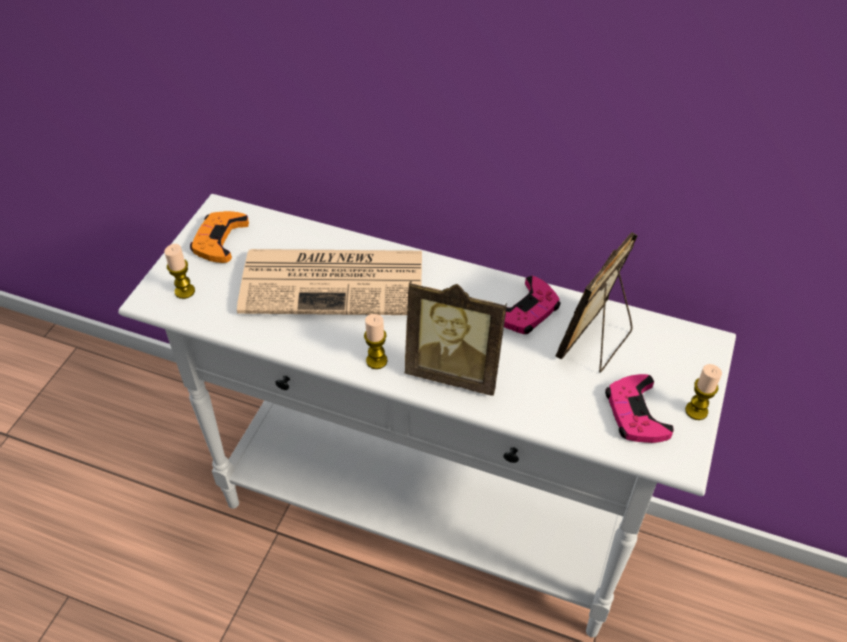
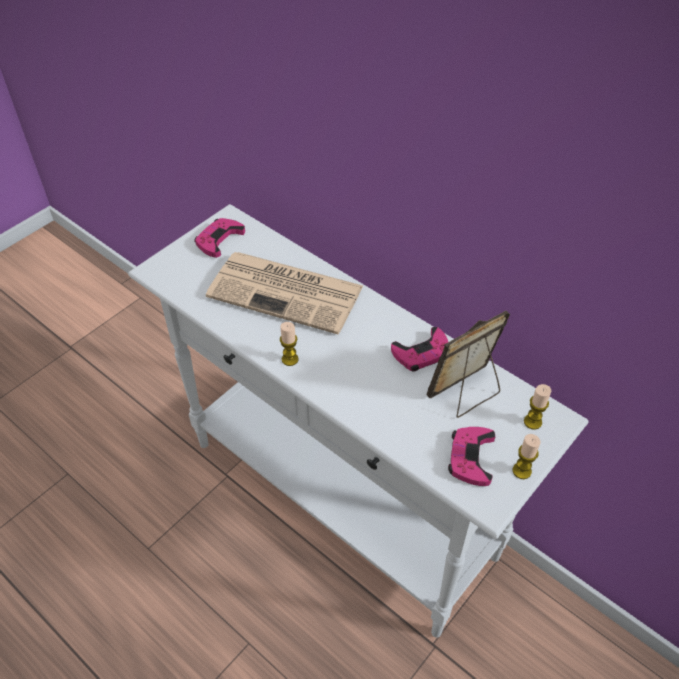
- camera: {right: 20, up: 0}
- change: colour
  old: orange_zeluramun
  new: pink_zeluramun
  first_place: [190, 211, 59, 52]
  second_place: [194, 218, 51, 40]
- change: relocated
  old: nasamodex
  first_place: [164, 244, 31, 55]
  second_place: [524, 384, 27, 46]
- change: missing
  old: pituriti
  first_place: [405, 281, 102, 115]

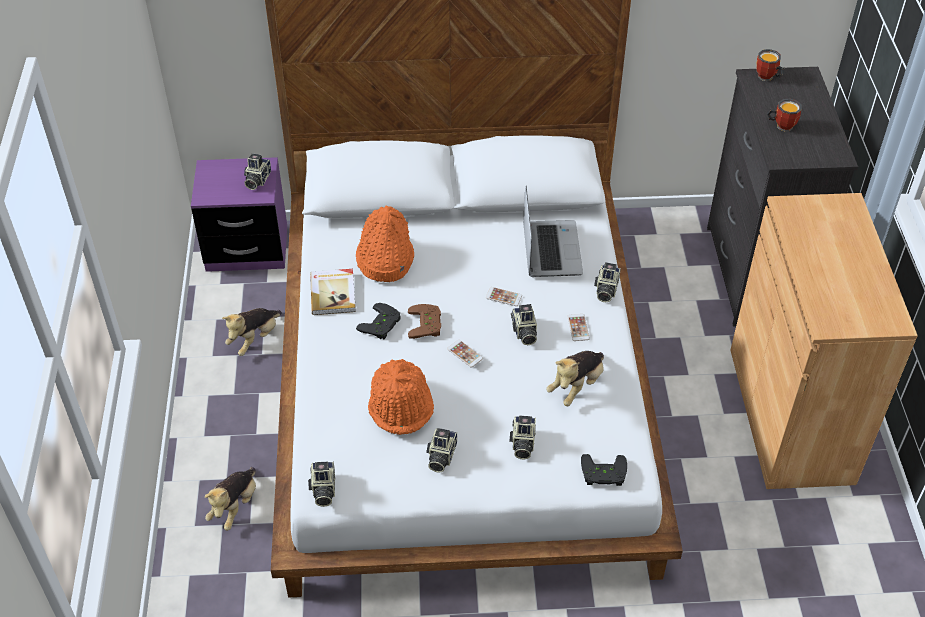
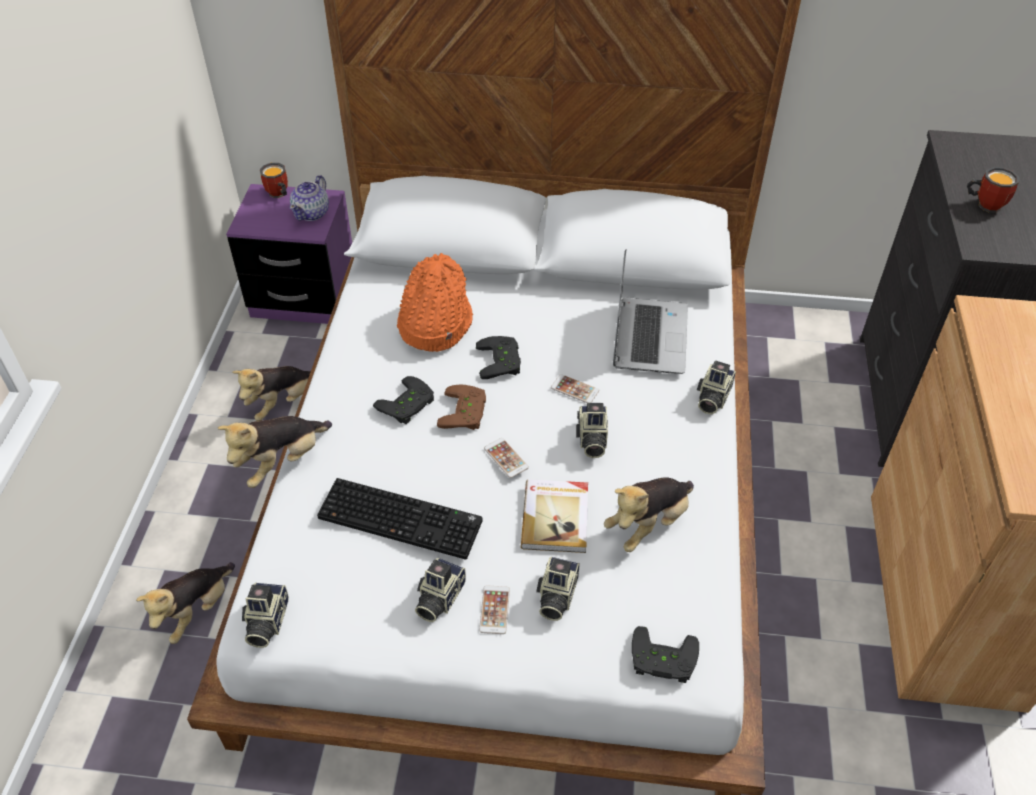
- camera: {right: 10, up: 0}
- change: appeared
  new: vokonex
  second_place: [218, 416, 114, 72]
- change: relocated
  old: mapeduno
  first_place: [756, 49, 29, 32]
  second_place: [260, 163, 28, 35]
- change: exchanged
  old: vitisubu
  new: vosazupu
  first_place: [244, 153, 27, 37]
  second_place: [290, 175, 39, 46]
- change: exchanged
  old: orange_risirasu
  new: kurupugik
  first_place: [368, 359, 66, 76]
  second_place: [317, 478, 166, 82]
- change: appeared
  new: black_zeluramun
  second_place: [476, 336, 45, 43]
- change: relocated
  old: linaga
  first_place: [567, 314, 23, 27]
  second_place: [479, 585, 31, 49]
- change: relocated
  old: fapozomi
  first_place: [310, 269, 46, 46]
  second_place: [521, 479, 67, 74]

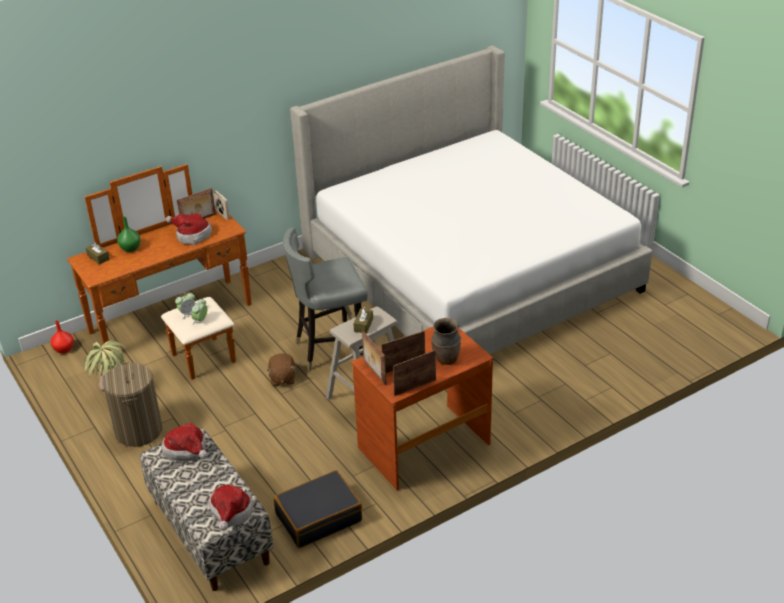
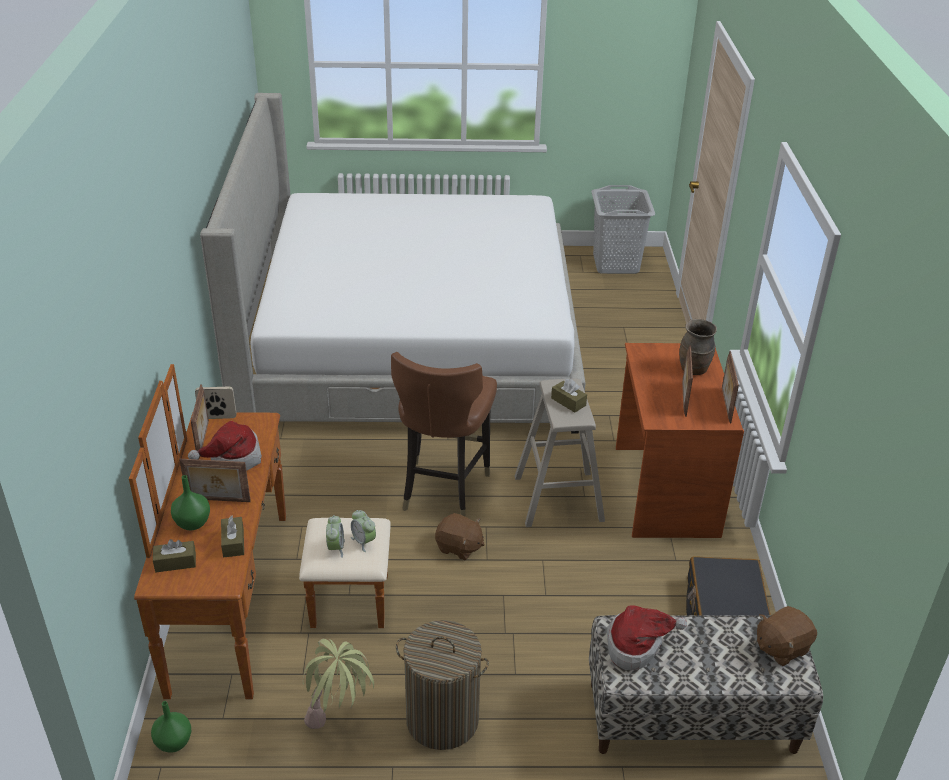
- camera: {right: -60, up: 0}
- change: colour
  old: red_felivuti
  new: green_felivuti
  first_place: [51, 320, 23, 34]
  second_place: [151, 701, 40, 52]
- change: relocated
  old: pituriti
  first_place: [362, 330, 24, 55]
  second_place: [179, 459, 72, 43]
- change: appeared
  new: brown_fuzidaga
  second_place: [221, 516, 23, 41]
- change: colour
  old: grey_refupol
  new: brown_refupol
  first_place: [283, 227, 85, 144]
  second_place: [391, 352, 106, 165]
- change: appeared
  new: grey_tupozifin
  second_place: [591, 185, 64, 89]
- change: exchanged
  old: risirasu
  new: brown_vokonex
  first_place: [209, 485, 44, 45]
  second_place: [757, 606, 60, 60]

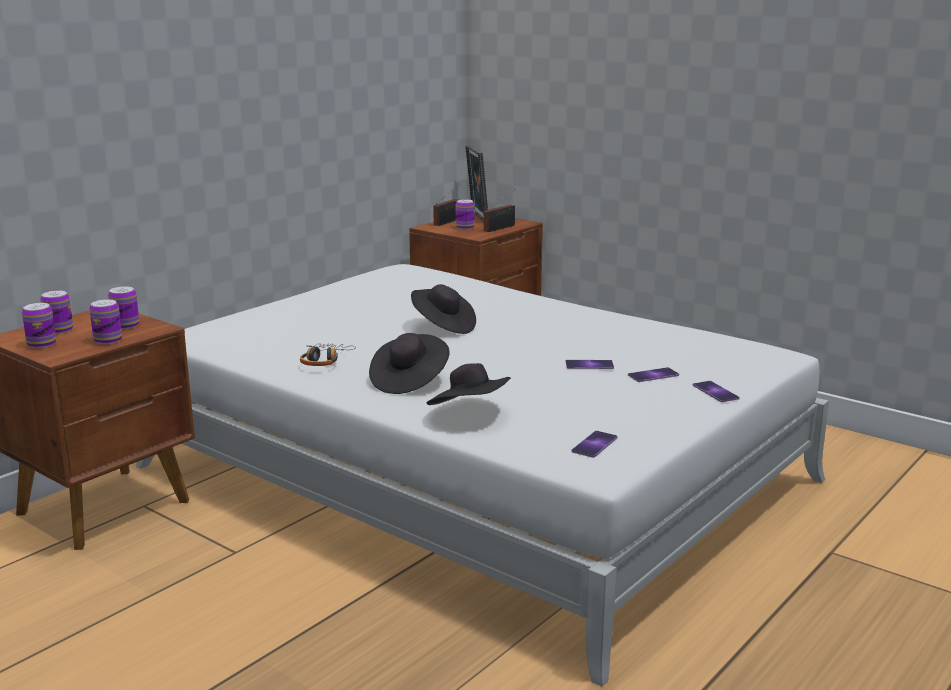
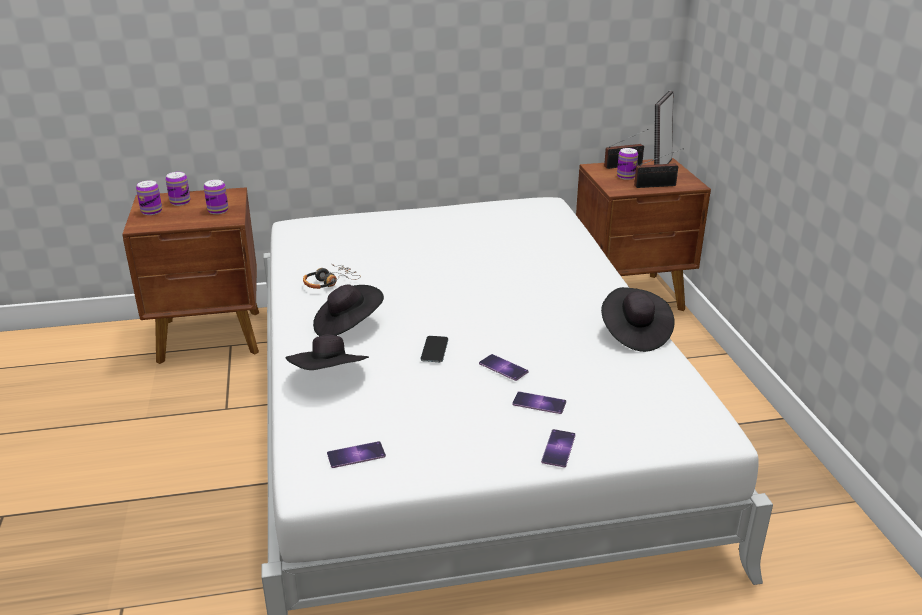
- camera: {right: 40, up: 10}
- change: appeared
  new: linaga
  second_place: [421, 336, 27, 26]
- change: relocated
  old: black_risirasu
  first_place: [411, 284, 65, 50]
  second_place: [601, 287, 74, 65]
- change: missing
  old: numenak
  first_place: [89, 299, 33, 45]

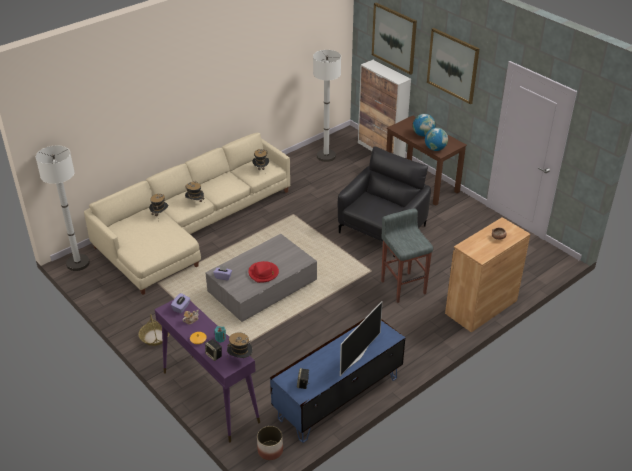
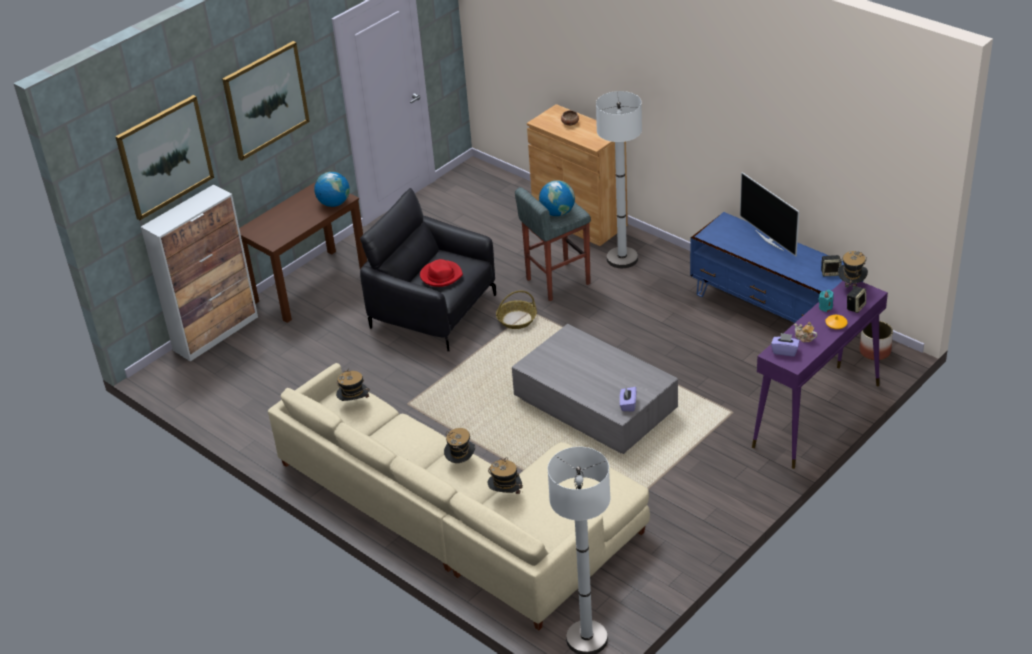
- camera: {right: -95, up: 0}
- change: relocated
  old: red_risirasu
  first_place: [249, 261, 30, 22]
  second_place: [420, 259, 43, 28]
- change: relocated
  old: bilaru
  first_place: [138, 314, 32, 32]
  second_place: [496, 290, 41, 39]
- change: relocated
  old: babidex
  first_place: [413, 114, 22, 23]
  second_place: [539, 180, 36, 36]
- change: relocated
  old: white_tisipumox
  first_place: [313, 50, 28, 112]
  second_place: [596, 91, 46, 177]
- change: spun
  old: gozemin
  first_place: [340, 301, 42, 75]
  second_place: [740, 172, 59, 84]
  degrees: -150

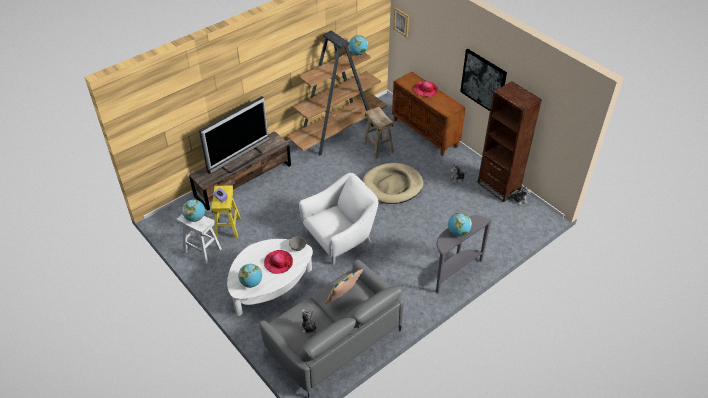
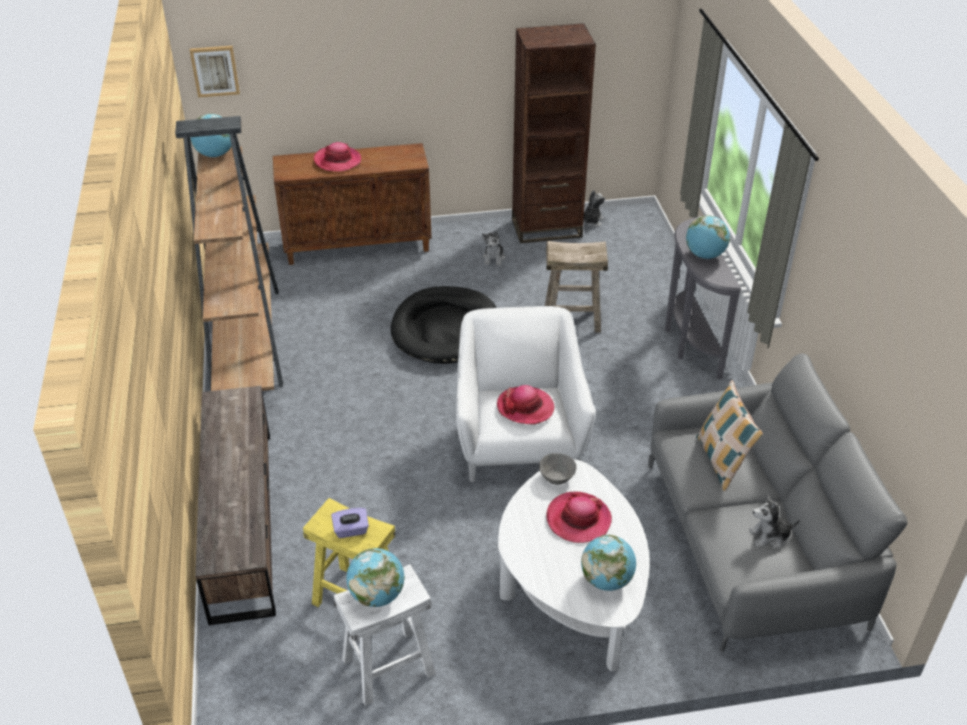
- camera: {right: -60, up: -5}
- change: colour
  old: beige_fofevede
  new: black_fofevede
  first_place: [363, 163, 60, 41]
  second_place: [391, 286, 105, 78]
- change: appeared
  new: risirasu
  second_place: [497, 385, 57, 40]
- change: relocated
  old: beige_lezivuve
  first_place: [363, 107, 31, 52]
  second_place: [545, 241, 63, 92]
- change: missing
  old: gozemin
  first_place: [199, 96, 71, 78]
- change: missing
  old: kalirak
  first_place: [460, 49, 47, 62]

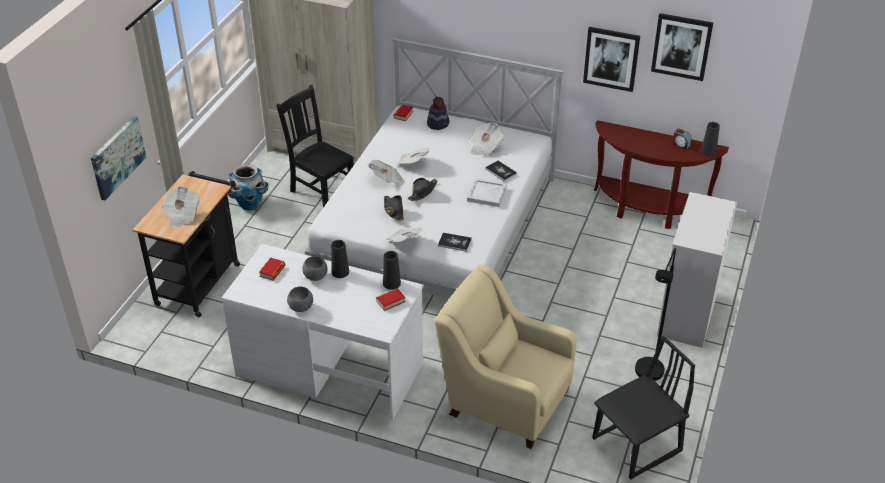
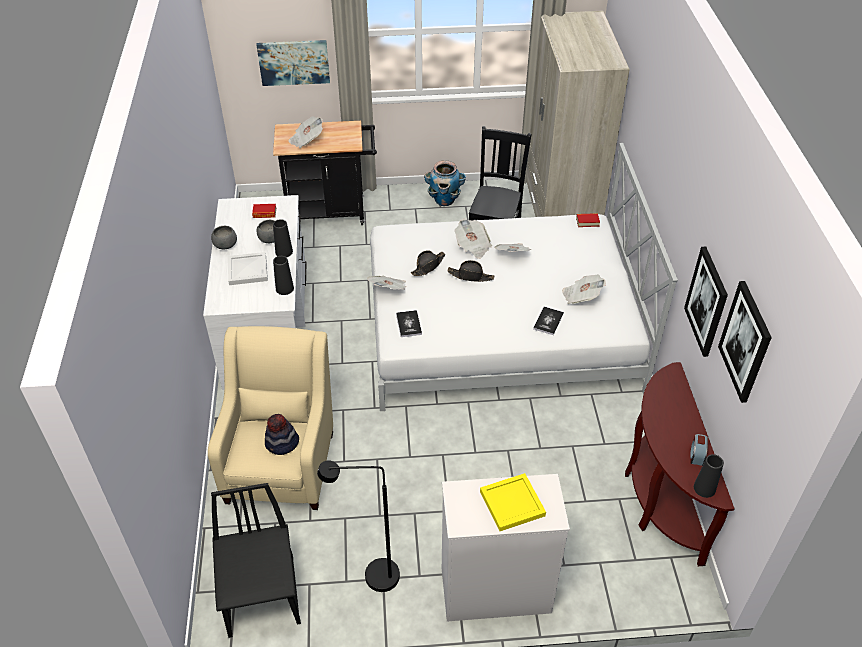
- camera: {right: 65, up: 5}
- change: spun
  old: black_refupol
  first_place: [592, 336, 103, 144]
  second_place: [211, 483, 90, 155]
  degrees: -135
- change: relocated
  old: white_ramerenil
  first_place: [467, 178, 40, 29]
  second_place: [228, 252, 40, 33]
- change: relocated
  old: risirasu
  first_place: [427, 96, 22, 34]
  second_place: [265, 414, 34, 41]
- change: appeared
  new: yellow_ramerenil
  second_place: [480, 473, 66, 58]
- change: missing
  old: fapozomi
  first_place: [376, 288, 29, 23]

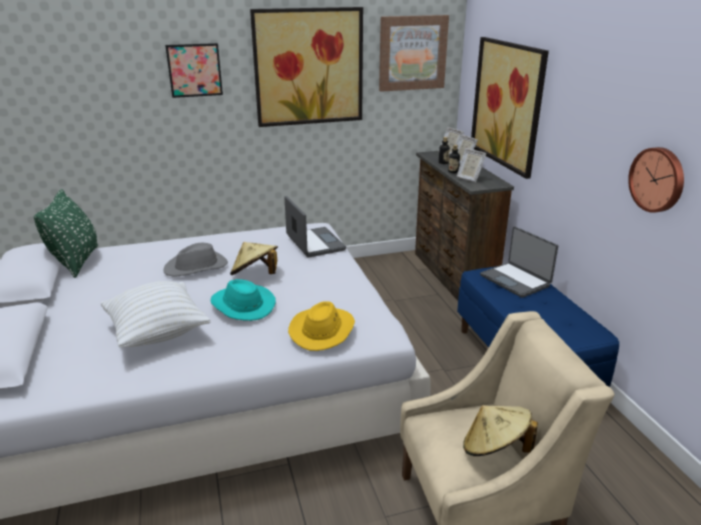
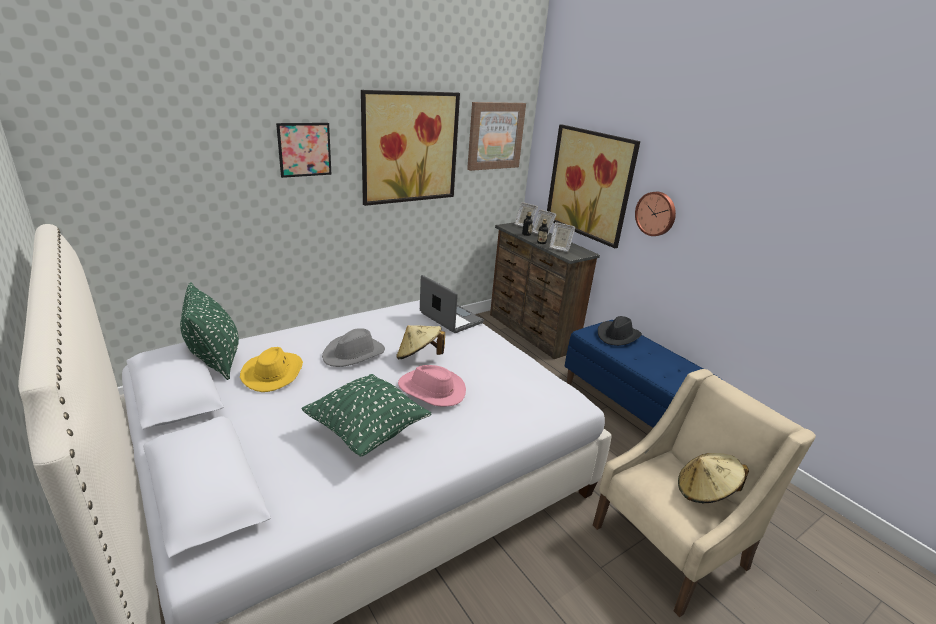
- camera: {right: -20, up: 0}
- change: relocated
  old: yellow_risirasu
  first_place: [288, 302, 67, 49]
  second_place: [240, 347, 63, 45]
- change: colour
  old: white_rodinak
  new: green_rodinak
  first_place: [101, 281, 110, 67]
  second_place: [301, 374, 130, 82]
- change: colour
  old: turquoise_risirasu
  new: pink_risirasu
  first_place: [211, 279, 65, 42]
  second_place: [398, 365, 68, 41]
- change: exchanged
  old: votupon
  new: black_risirasu
  first_place: [480, 226, 78, 72]
  second_place: [598, 316, 44, 30]
- change: relocated
  old: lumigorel
  first_place: [628, 147, 56, 66]
  second_place: [635, 192, 41, 44]

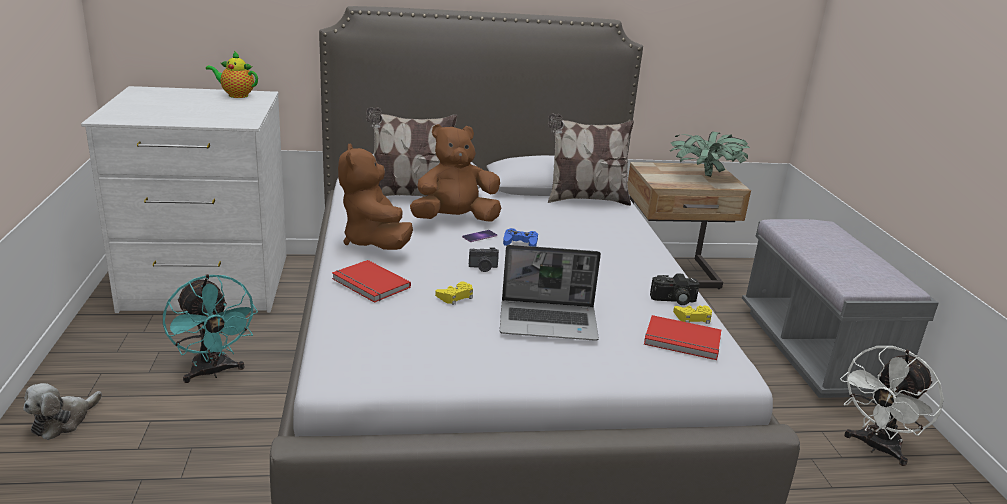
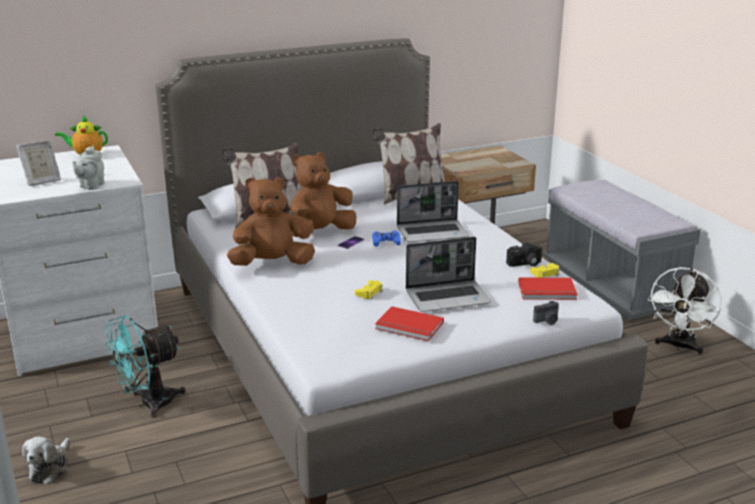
- camera: {right: -15, up: 0}
- change: appeared
  new: pituriti
  second_place: [16, 140, 45, 46]
- change: appeared
  new: grey_vosazupu
  second_place: [72, 146, 32, 44]
- change: spun
  old: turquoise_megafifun
  first_place: [163, 274, 95, 109]
  second_place: [104, 315, 82, 103]
  degrees: 105
- change: spun
  old: brown_vokonex
  first_place: [338, 143, 75, 107]
  second_place: [227, 177, 88, 89]
  degrees: 105
- change: relocated
  old: red_fapozomi
  first_place: [332, 260, 79, 43]
  second_place: [375, 306, 69, 35]
- change: appeared
  new: votupon
  second_place: [397, 181, 72, 61]
- change: relocated
  old: vitisubu
  first_place: [469, 247, 30, 25]
  second_place: [533, 301, 26, 24]
- change: missing
  old: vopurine
  first_place: [670, 132, 81, 45]

